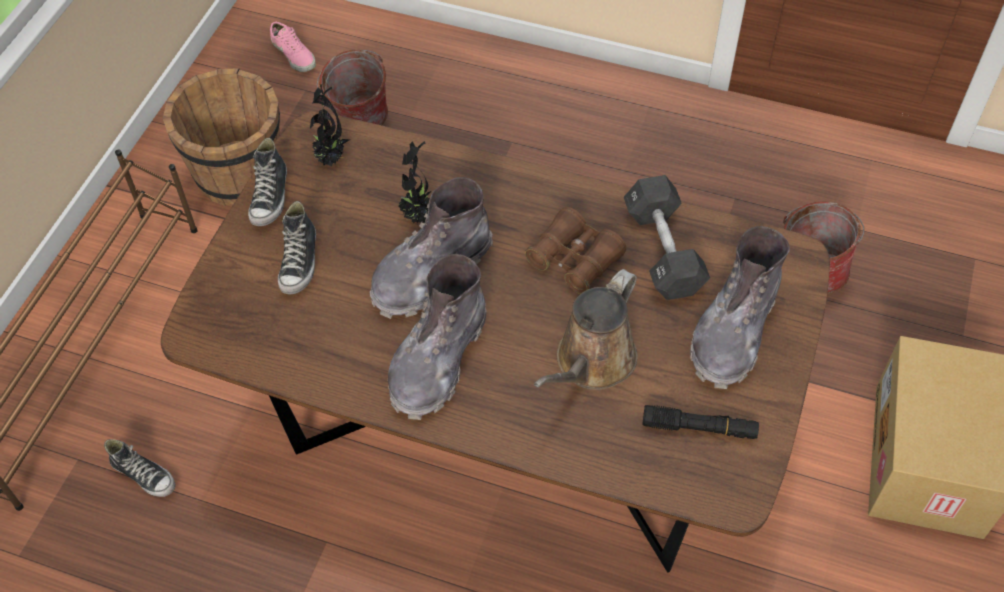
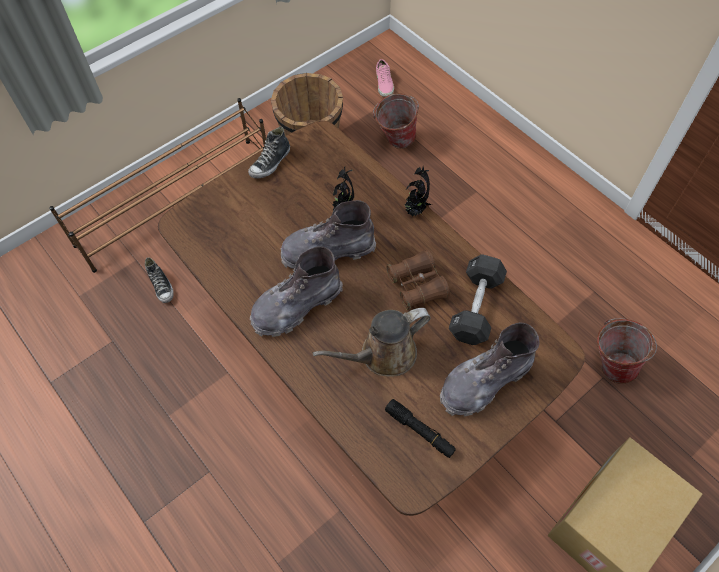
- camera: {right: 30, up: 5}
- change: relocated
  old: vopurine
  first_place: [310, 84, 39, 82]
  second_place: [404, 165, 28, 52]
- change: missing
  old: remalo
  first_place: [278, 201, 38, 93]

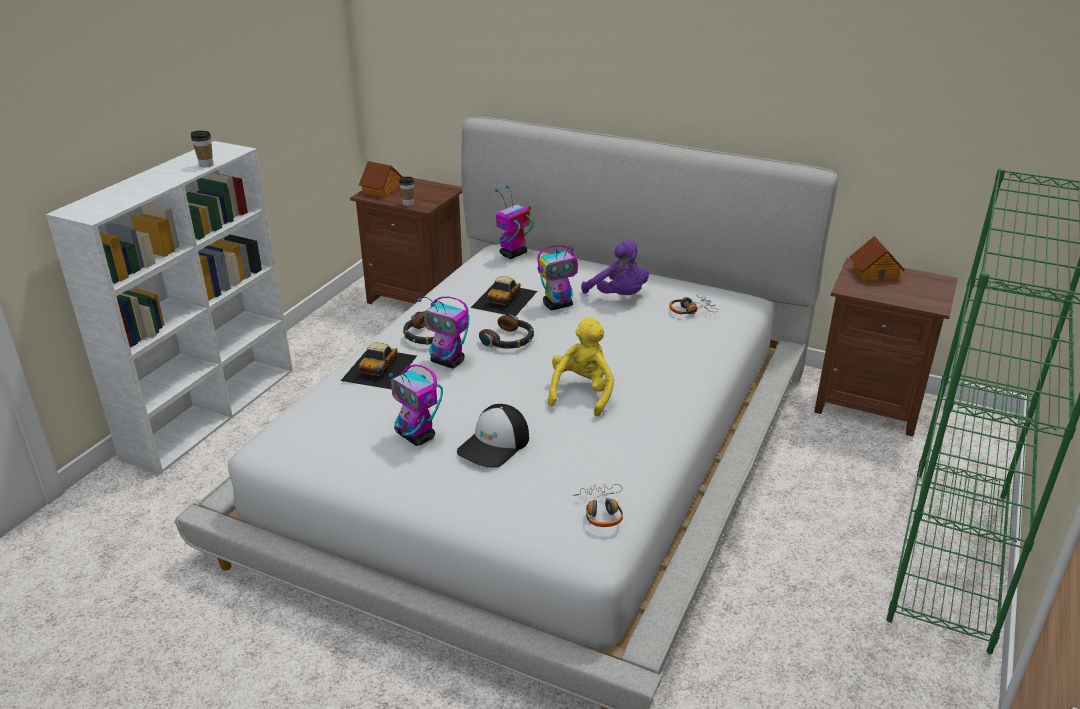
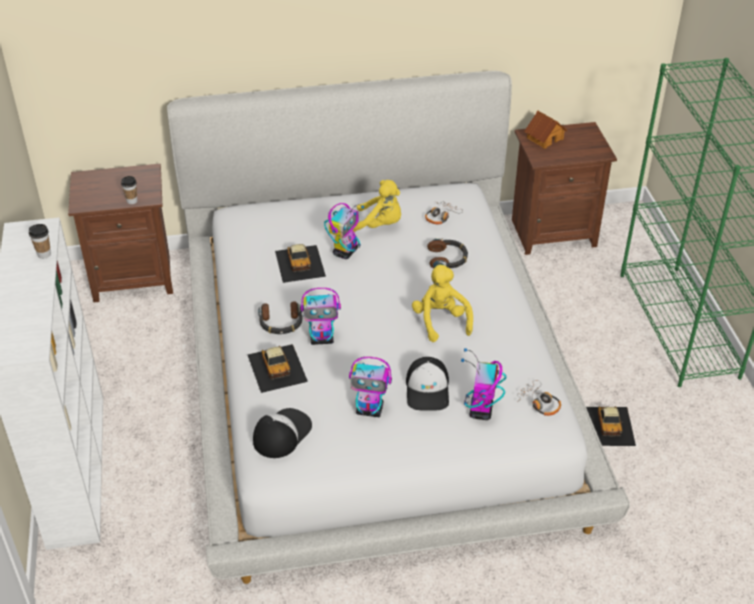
- camera: {right: -35, up: 10}
- change: appeared
  new: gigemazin
  second_place: [253, 408, 59, 50]
- change: colour
  old: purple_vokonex
  new: yellow_vokonex
  first_place: [581, 240, 68, 55]
  second_place: [353, 180, 48, 52]
- change: relocated
  old: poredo
  first_place: [479, 314, 55, 35]
  second_place: [427, 238, 41, 30]
- change: relocated
  old: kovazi
  first_place: [495, 186, 38, 73]
  second_place: [461, 348, 46, 72]
- change: appeared
  new: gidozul
  second_place: [586, 406, 50, 40]
- change: missing
  old: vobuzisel
  first_place: [359, 161, 44, 37]

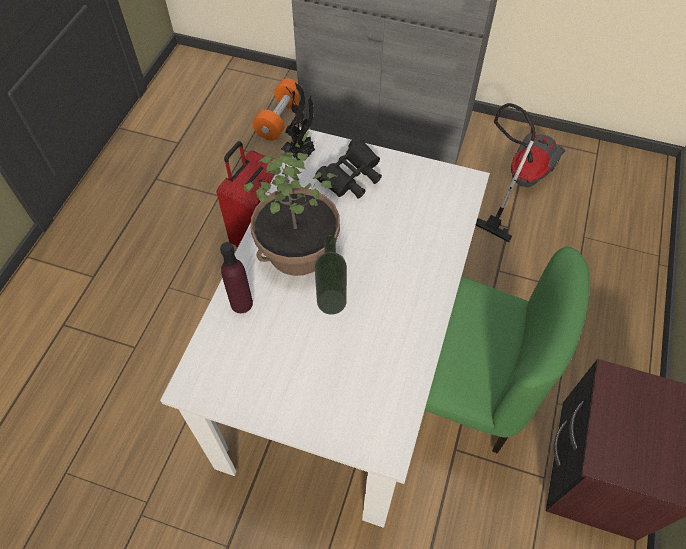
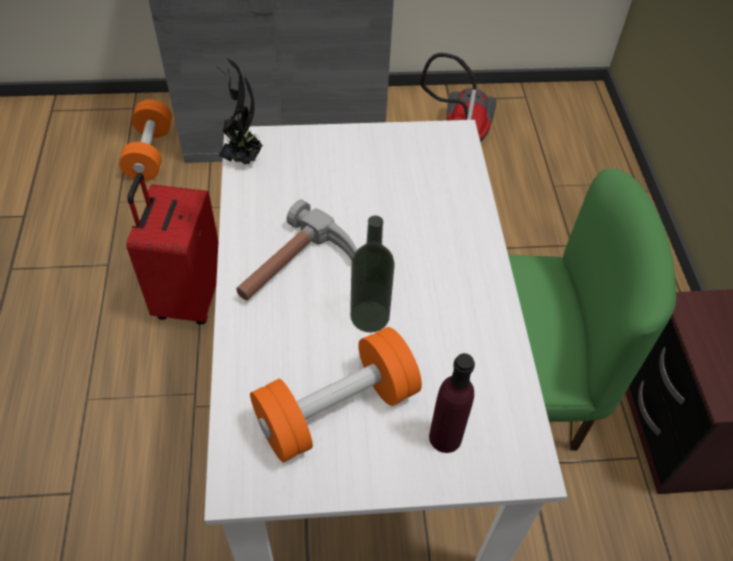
- camera: {right: -25, up: -5}
- change: exchanged
  old: vopurine
  new: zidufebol
  first_place: [244, 152, 96, 124]
  second_place: [236, 199, 121, 101]
- change: appeared
  new: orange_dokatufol
  second_place: [250, 327, 172, 136]
- change: relocated
  old: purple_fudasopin
  first_place: [220, 242, 33, 71]
  second_place: [429, 353, 46, 100]
- change: missing
  old: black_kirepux
  first_place: [315, 137, 67, 62]

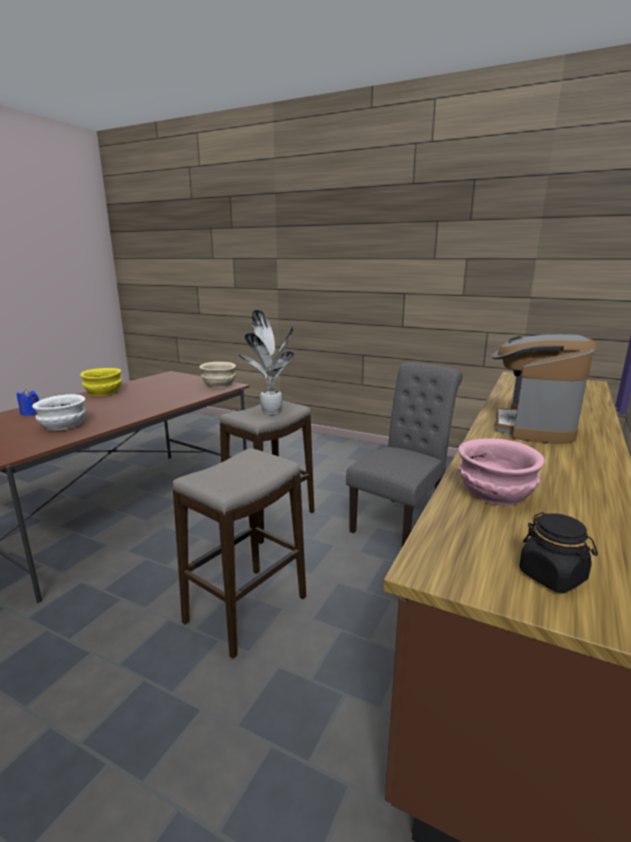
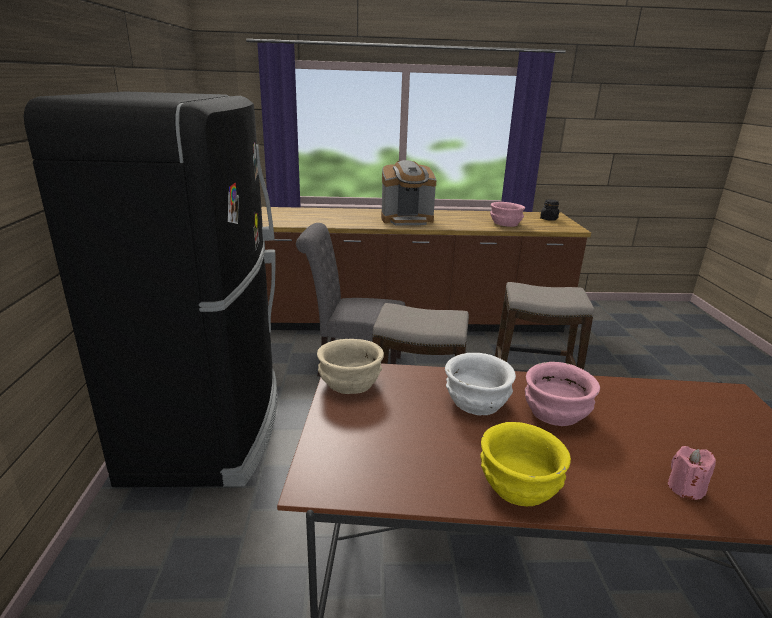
- camera: {right: -120, up: 5}
- change: appeared
  new: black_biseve
  second_place: [24, 92, 253, 395]
- change: relocated
  old: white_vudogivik
  first_place: [32, 394, 55, 37]
  second_place: [445, 353, 71, 62]
- change: appeared
  new: pink_vudogivik
  second_place: [525, 362, 75, 64]
- change: colour
  old: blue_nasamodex
  new: pink_nasamodex
  first_place: [17, 390, 22, 25]
  second_place: [668, 446, 48, 54]
- change: missing
  old: vopurine
  first_place: [238, 310, 56, 104]

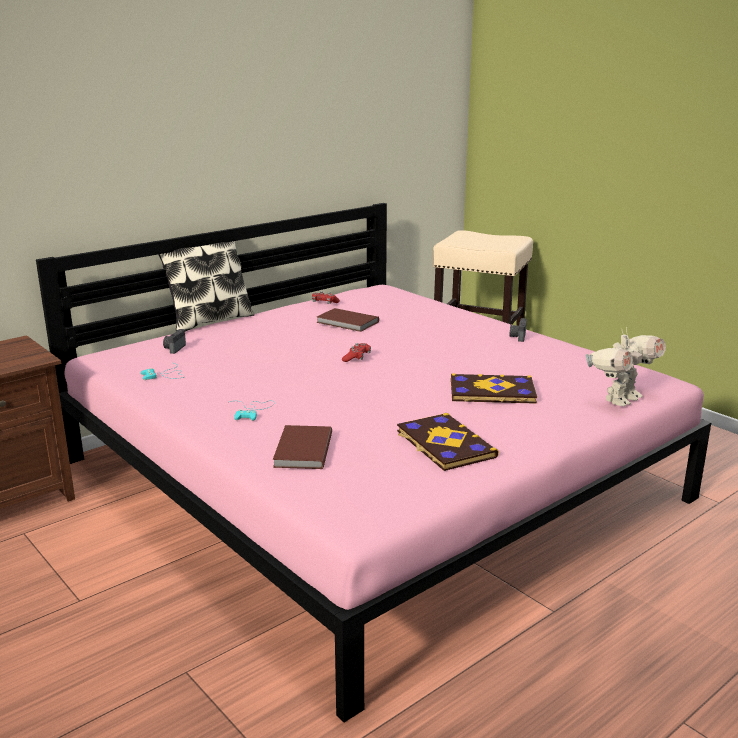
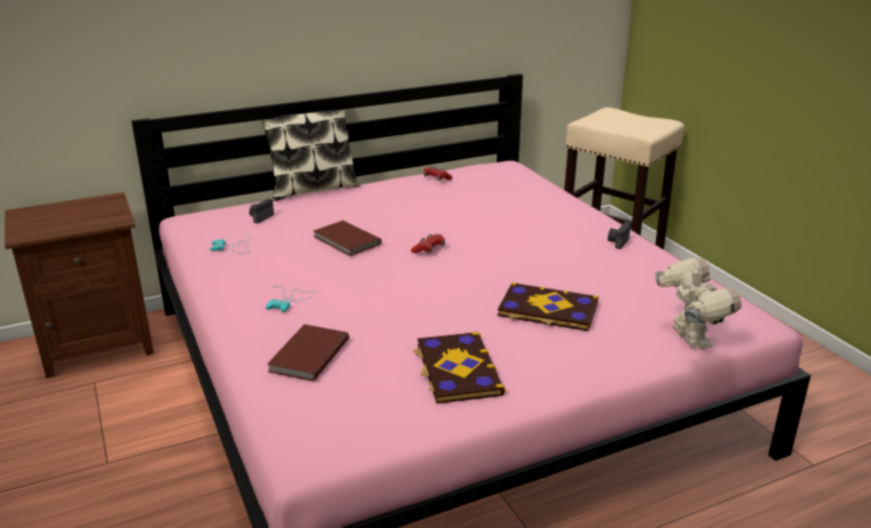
- camera: {right: 15, up: 5}
- change: relocated
  old: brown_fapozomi
  first_place: [316, 308, 63, 24]
  second_place: [314, 220, 68, 36]
- change: spun
  old: kovazi
  first_place: [585, 328, 81, 78]
  second_place: [655, 258, 86, 90]
  degrees: -75

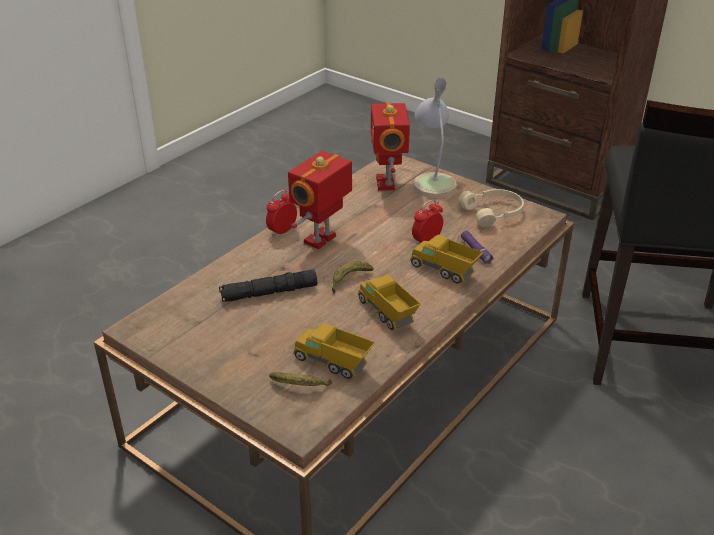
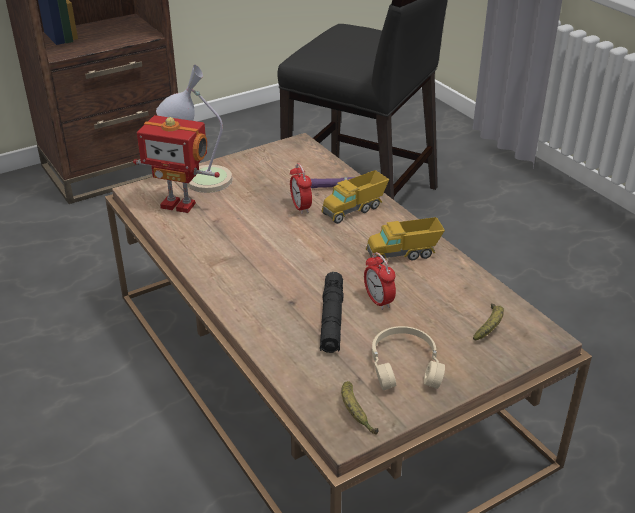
- camera: {right: -70, up: 0}
- change: relocated
  old: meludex
  first_place: [332, 261, 42, 33]
  second_place: [341, 381, 38, 54]
- change: relocated
  old: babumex
  first_place: [266, 190, 31, 47]
  second_place: [364, 252, 32, 58]
- change: relocated
  old: beige_poredo
  first_place: [458, 189, 66, 38]
  second_place: [372, 326, 73, 65]
- change: missing
  old: kovazi
  first_place: [288, 151, 64, 98]
- change: missing
  old: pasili
  first_place: [293, 323, 82, 56]

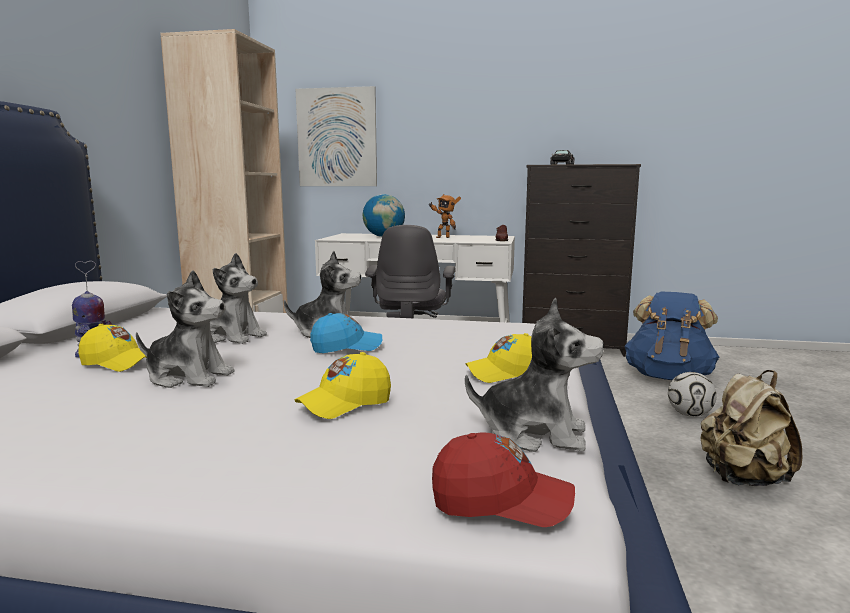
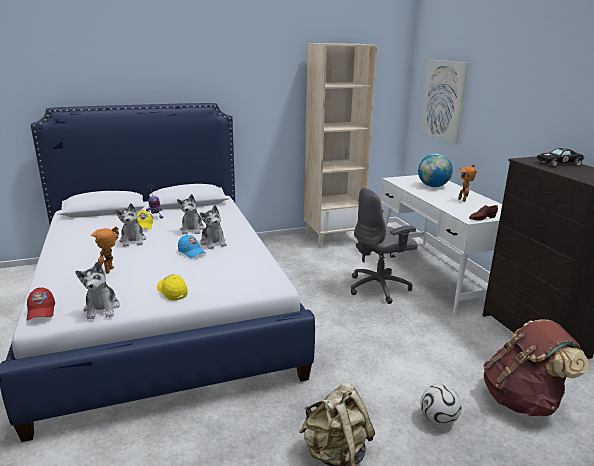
- camera: {right: 60, up: 10}
- change: exchanged
  old: yellow_gigemazin
  new: kovazi
  first_place: [294, 352, 97, 67]
  second_place: [91, 227, 28, 47]
- change: colour
  old: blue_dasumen
  new: brown_dasumen
  first_place: [624, 291, 95, 89]
  second_place: [483, 320, 106, 96]

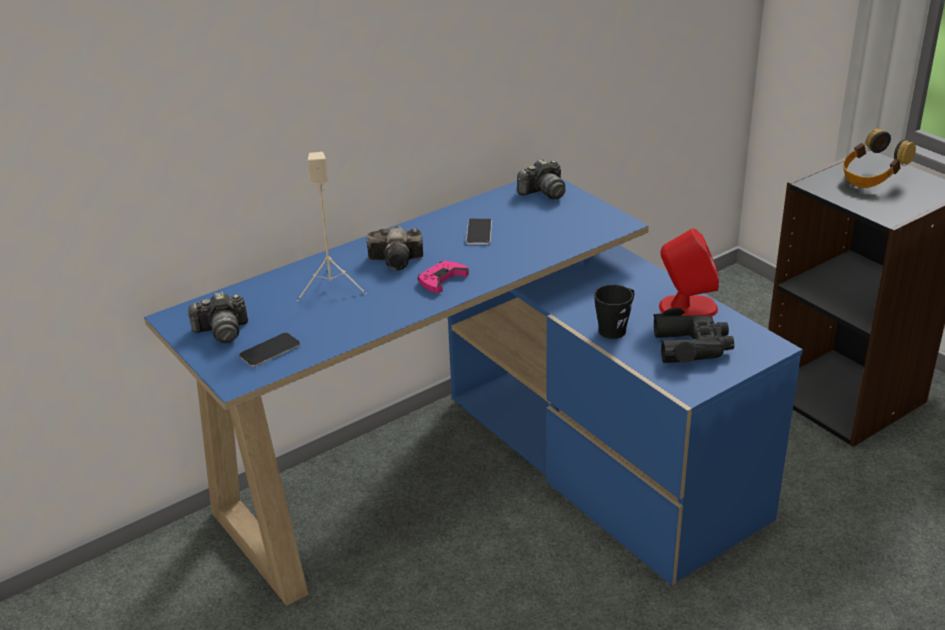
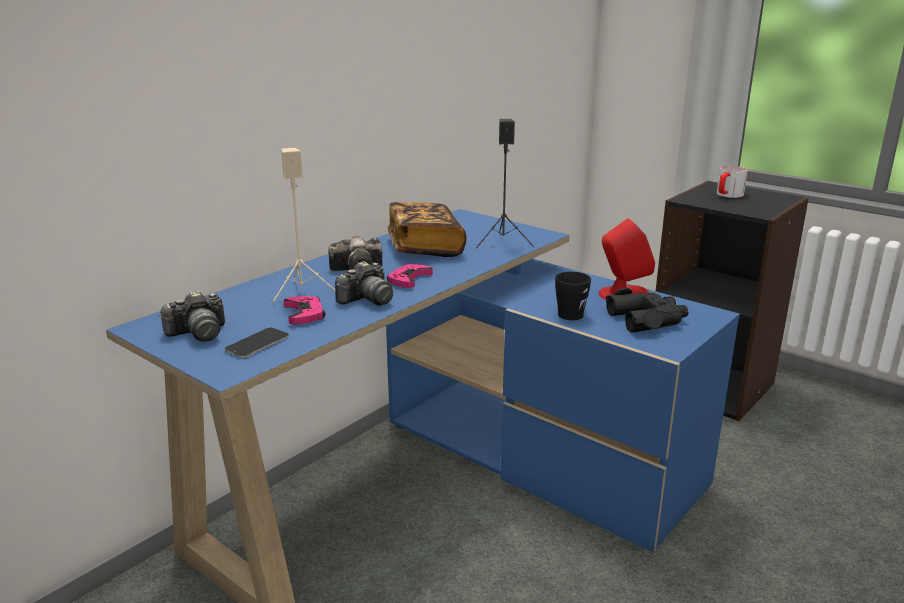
- camera: {right: -15, up: -10}
- change: appeared
  new: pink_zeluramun
  second_place: [284, 296, 42, 28]
- change: relocated
  old: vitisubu
  first_place: [517, 159, 49, 40]
  second_place: [335, 261, 58, 45]
- change: exchanged
  old: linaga
  new: fapozomi
  first_place: [466, 218, 26, 27]
  second_place: [388, 202, 78, 55]
- change: appeared
  new: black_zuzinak
  second_place: [476, 119, 58, 129]
- change: exchanged
  old: poredo
  new: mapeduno
  first_place: [843, 129, 73, 59]
  second_place: [717, 166, 31, 32]

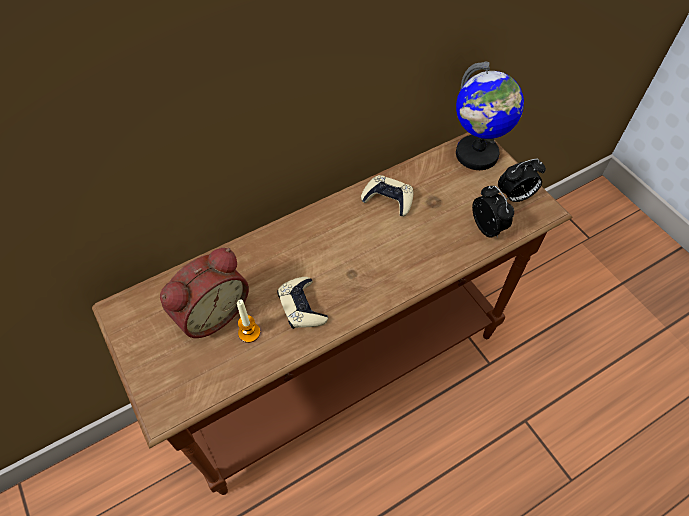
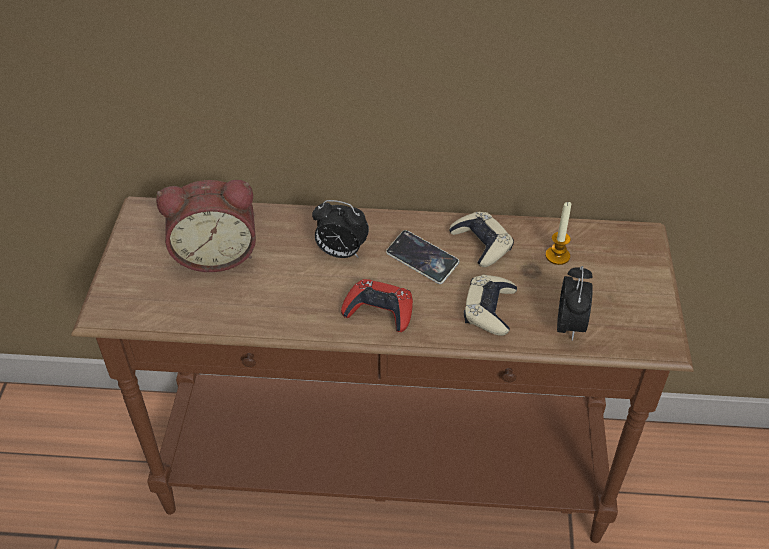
- camera: {right: 35, up: -10}
- change: relocated
  old: babumex
  first_place: [498, 159, 48, 43]
  second_place: [312, 200, 57, 58]
- change: appeared
  new: red_zeluramun
  second_place: [341, 279, 72, 53]
- change: appeared
  new: linaga
  second_place: [386, 230, 73, 54]
- change: relocated
  old: beige_zeluramun
  first_place: [277, 277, 51, 52]
  second_place: [464, 274, 53, 62]
- change: relocated
  old: nasamodex
  first_place: [237, 300, 23, 43]
  second_place: [545, 202, 26, 63]
- change: missing
  old: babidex
  first_place: [456, 61, 68, 109]

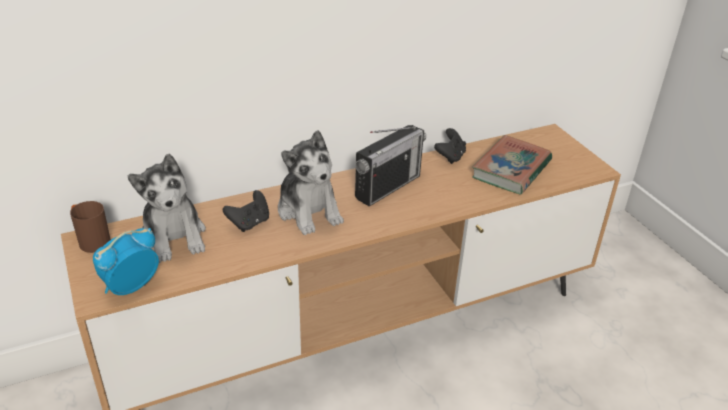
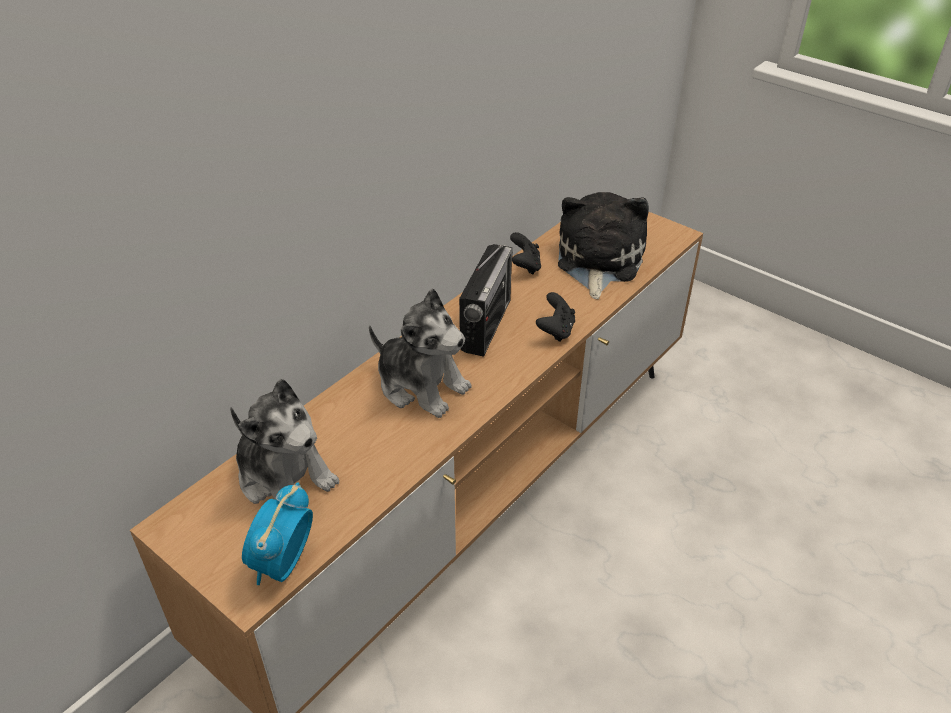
- camera: {right: -25, up: 5}
- change: relocated
  old: black_zeluramun
  first_place: [223, 190, 46, 42]
  second_place: [536, 292, 39, 50]
- change: exchanged
  old: fapozomi
  new: vokonex
  first_place: [472, 135, 80, 59]
  second_place: [558, 192, 91, 107]
- change: missing
  old: brown_mapeduno
  first_place: [70, 201, 41, 52]

